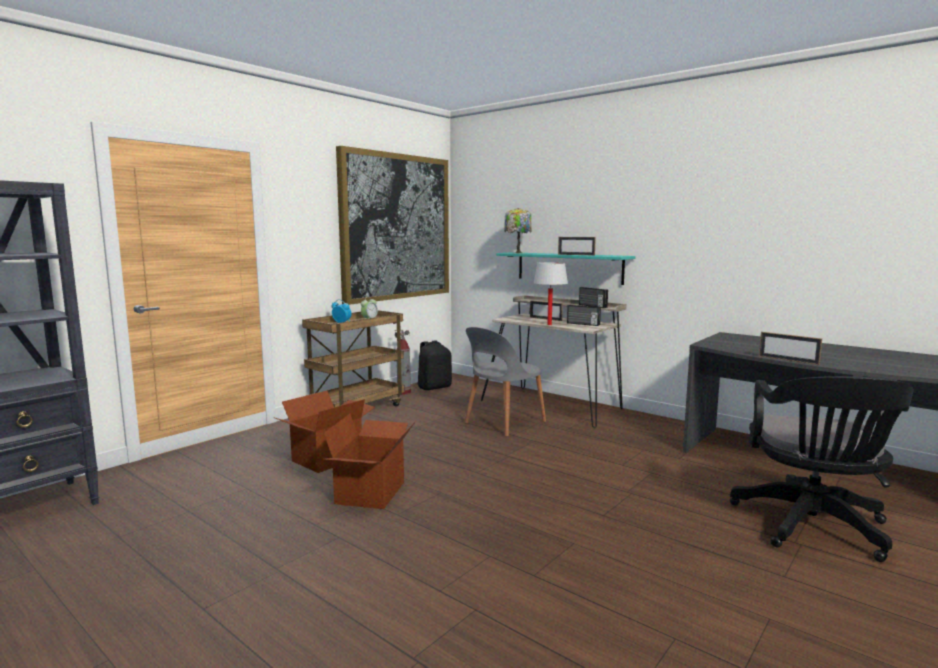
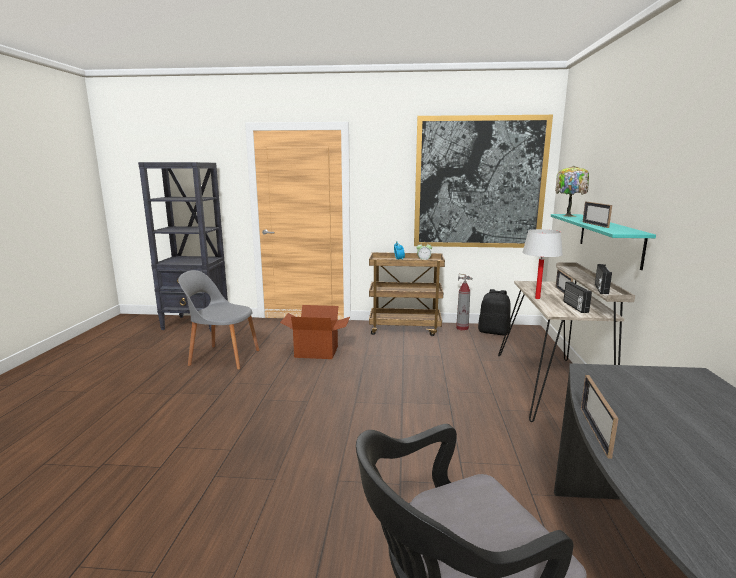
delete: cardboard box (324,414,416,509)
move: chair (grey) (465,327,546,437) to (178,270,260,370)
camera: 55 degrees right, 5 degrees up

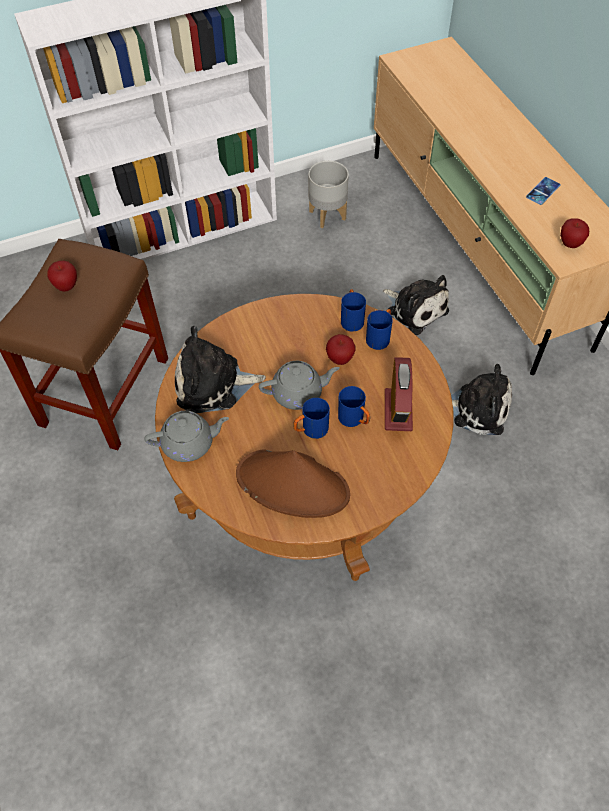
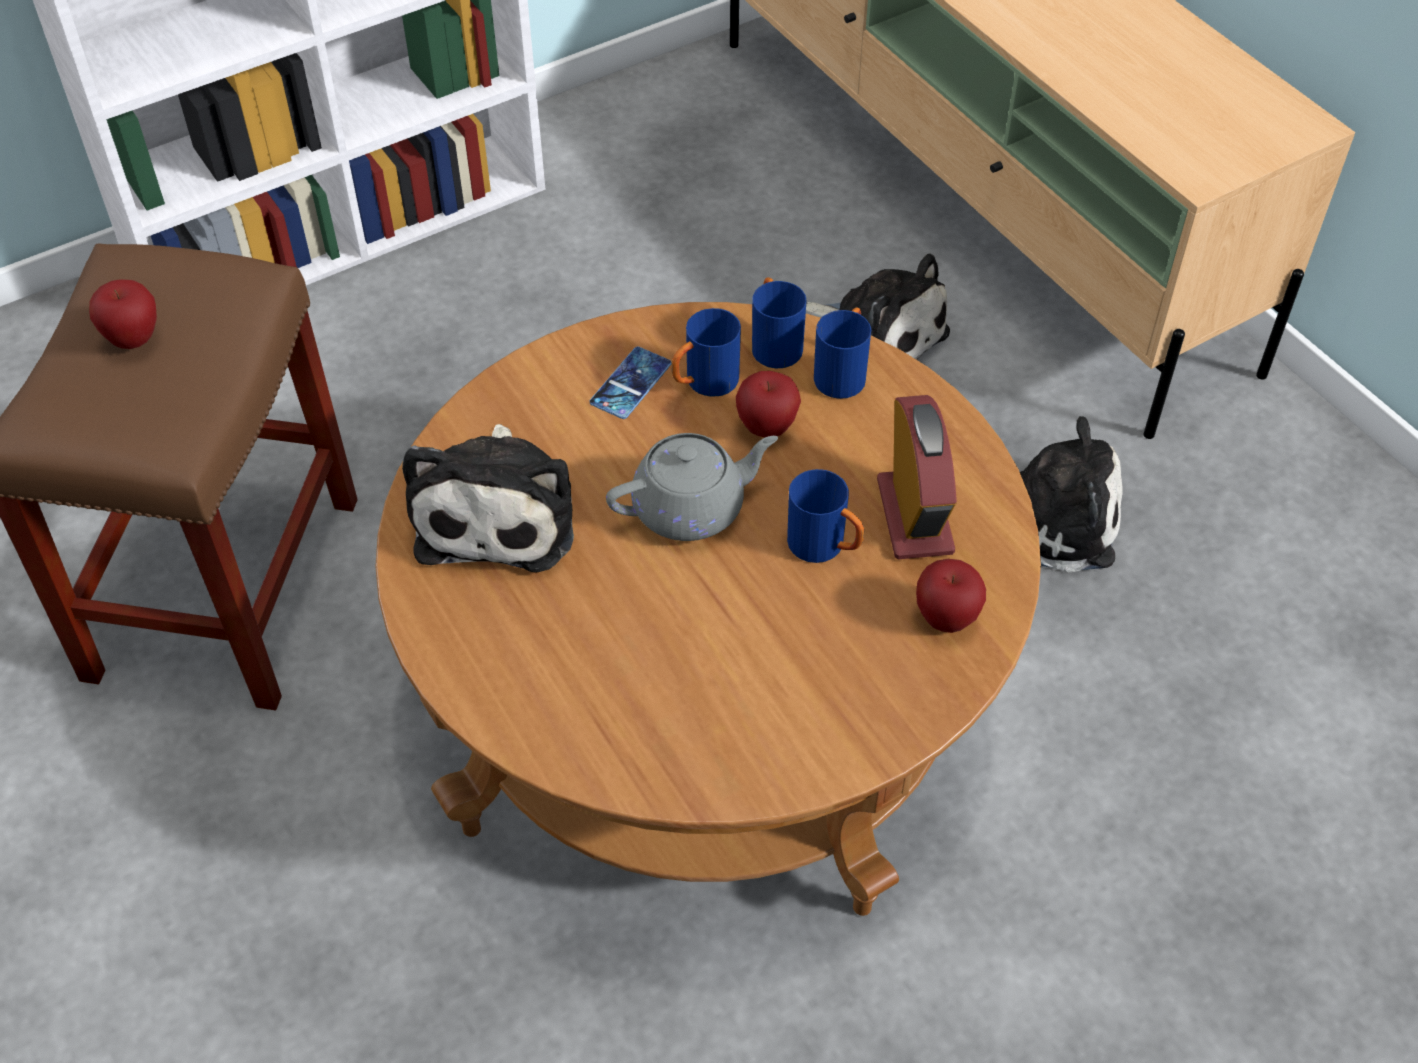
delete: teapot (grey) (144,411,229,462); hat (brown) (236,449,350,518); planter (grey) (309,161,349,228)
move: mug (blue) (293,398,330,439) to (672,308,741,396); phone (526,177,561,205) to (590,347,671,419); apple (560,218,589,248) to (916,559,986,633)
rotate: plush toy (175,326,266,413) = (402,424,574,573) 75 degrees counterclockwise
camera: 10 degrees left, 5 degrees down

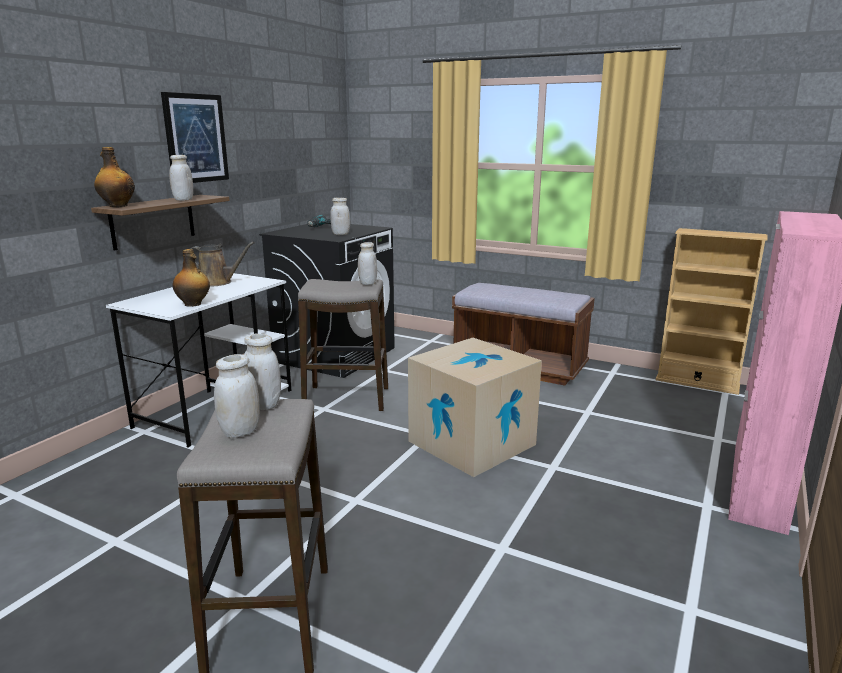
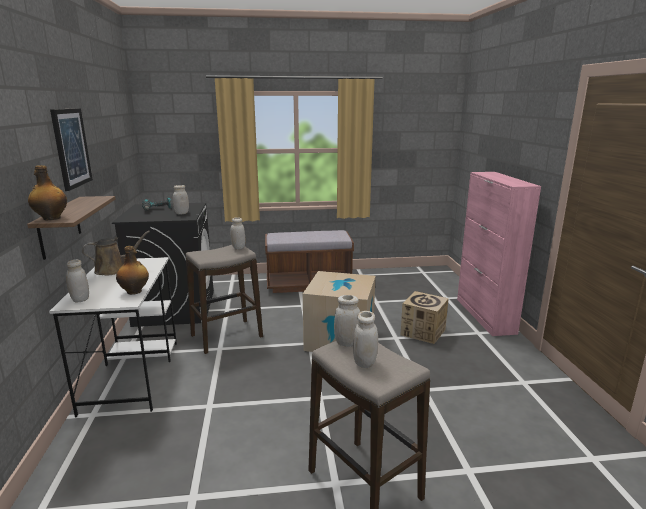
delete: bookcase (beige) (656,228,767,395)
insert: cardboard box (401,291,449,344)
move: jar (white) (169,155,193,201) to (66,260,89,302)
camera: 35 degrees left, 0 degrees up

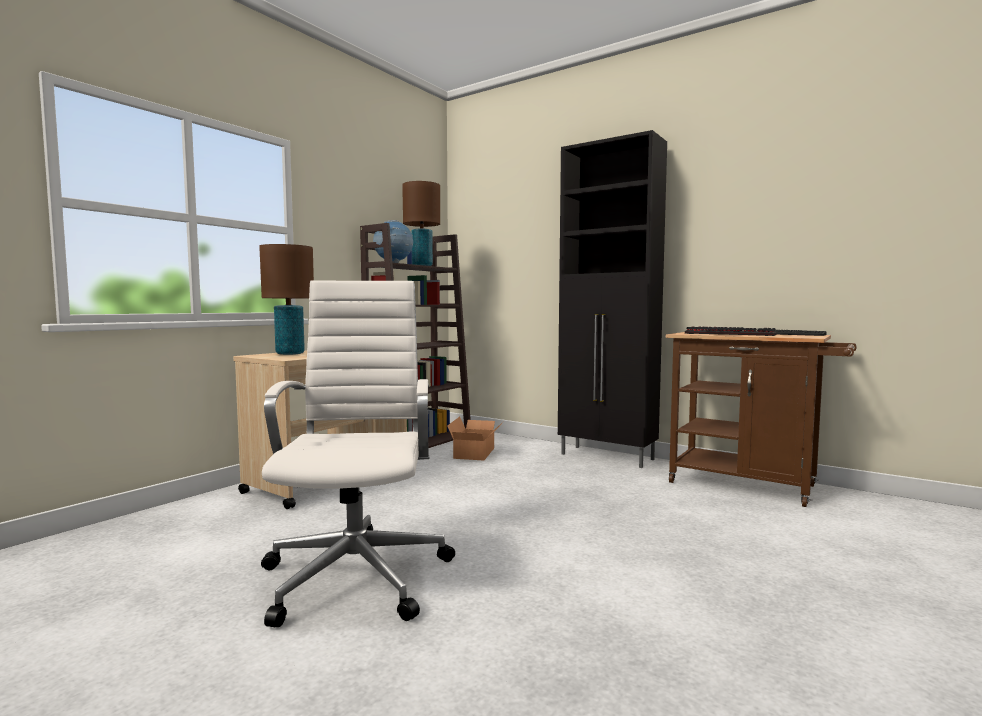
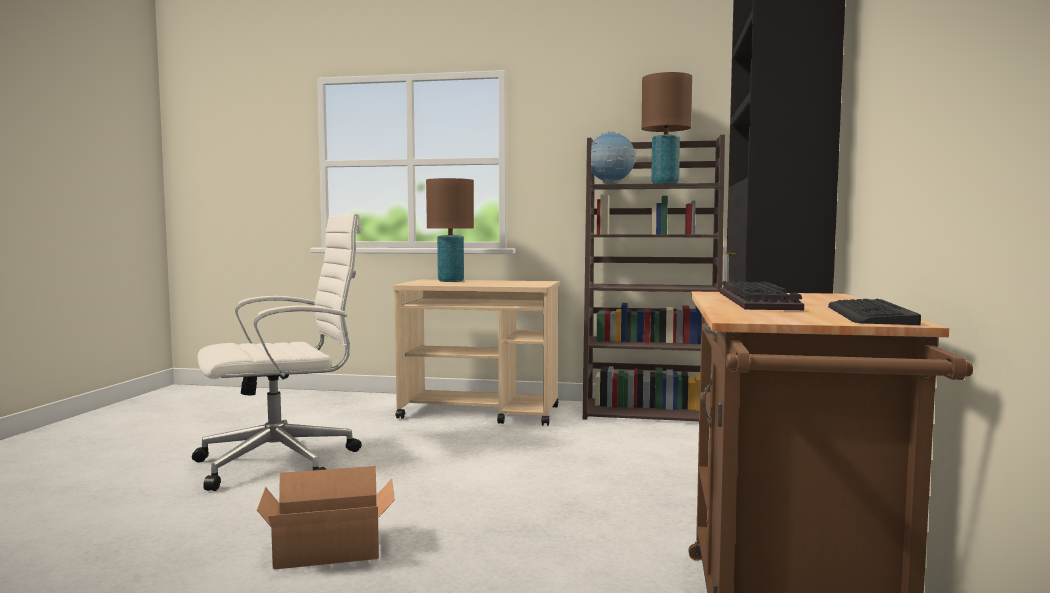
move: cardboard box (447,417,504,461) to (257,466,395,570)
camera: 65 degrees right, 0 degrees up

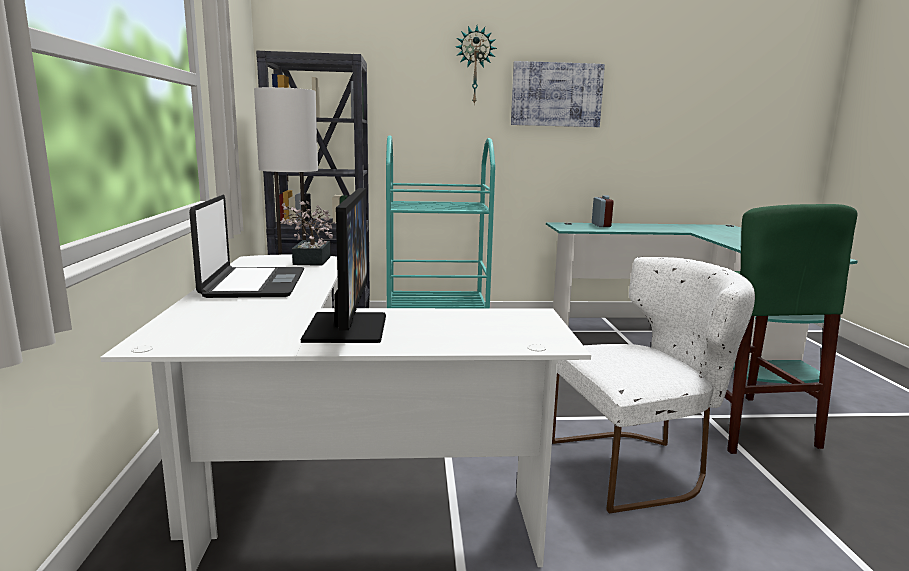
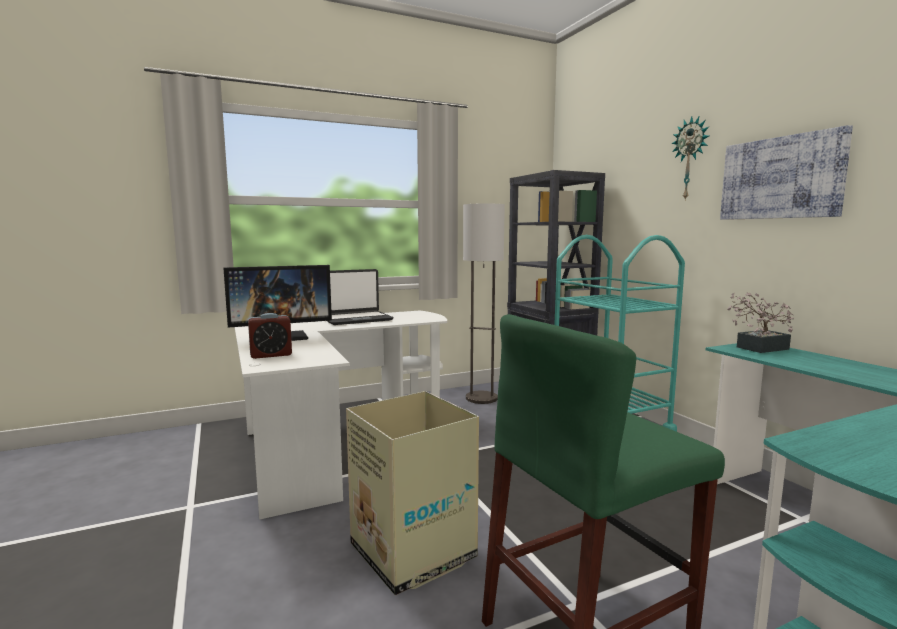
move: potted plant (280,200,336,266) to (727,292,794,353); alarm clock (592,195,614,227) to (248,313,292,359)
replace: chair (white) (552,257,755,513) to cardboard box (346,391,479,596)
camera: 70 degrees right, 5 degrees down

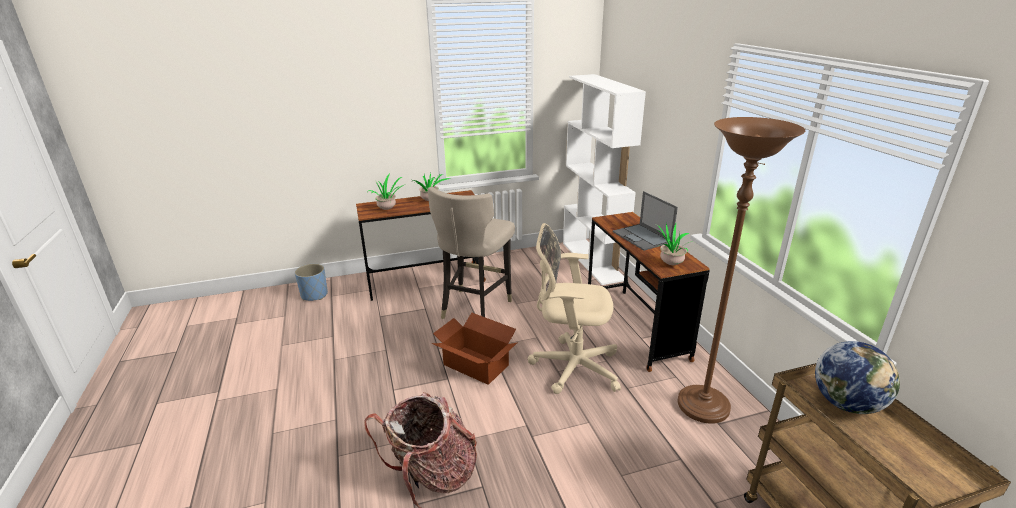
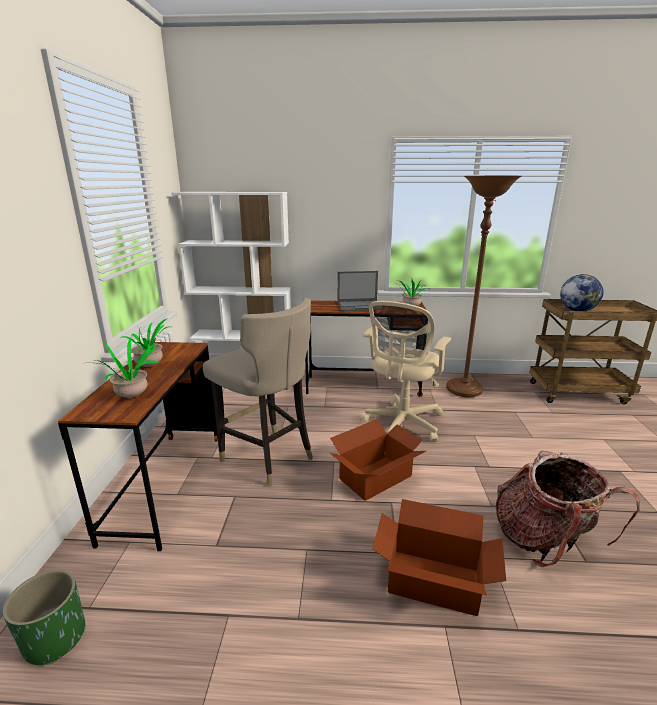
insert: cardboard box (373,499,506,616)
recolor: planter (blue) (295,264,328,301) to planter (green) (3,570,85,665)
camera: 70 degrees left, 5 degrees down

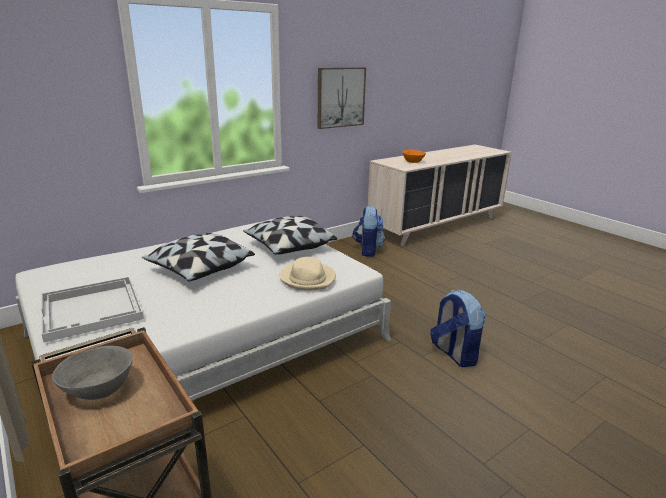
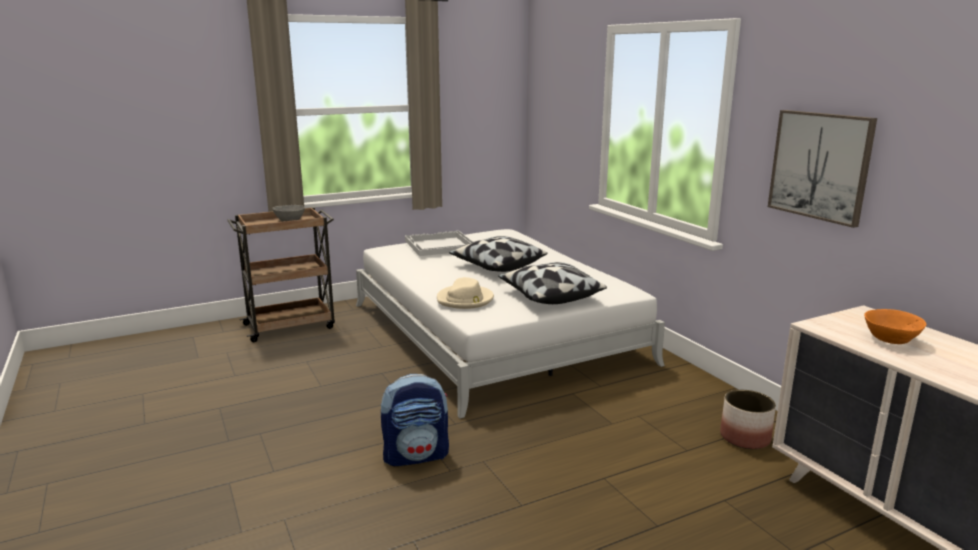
replace: backpack (352,206,385,257) to planter (720,390,776,449)
camera: 100 degrees right, 5 degrees down

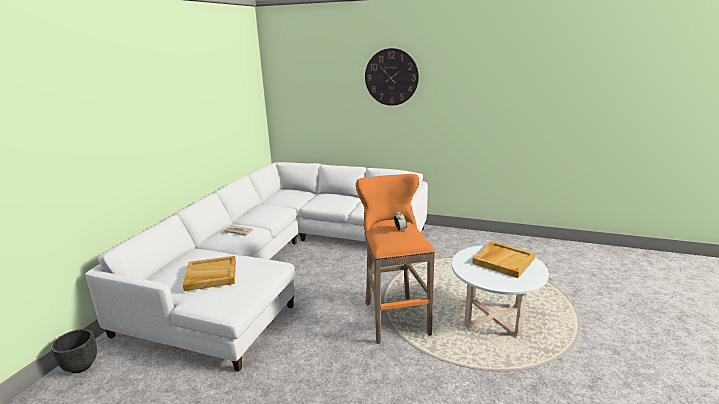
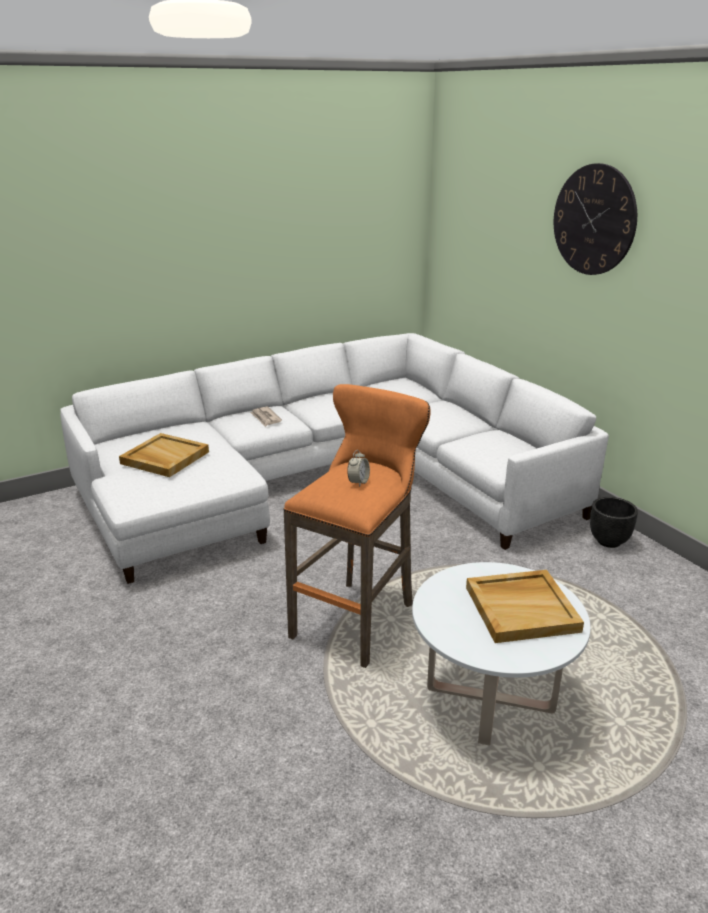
move: planter (black) (51,329,97,373) to (590,497,638,548)
camera: 40 degrees right, 5 degrees up

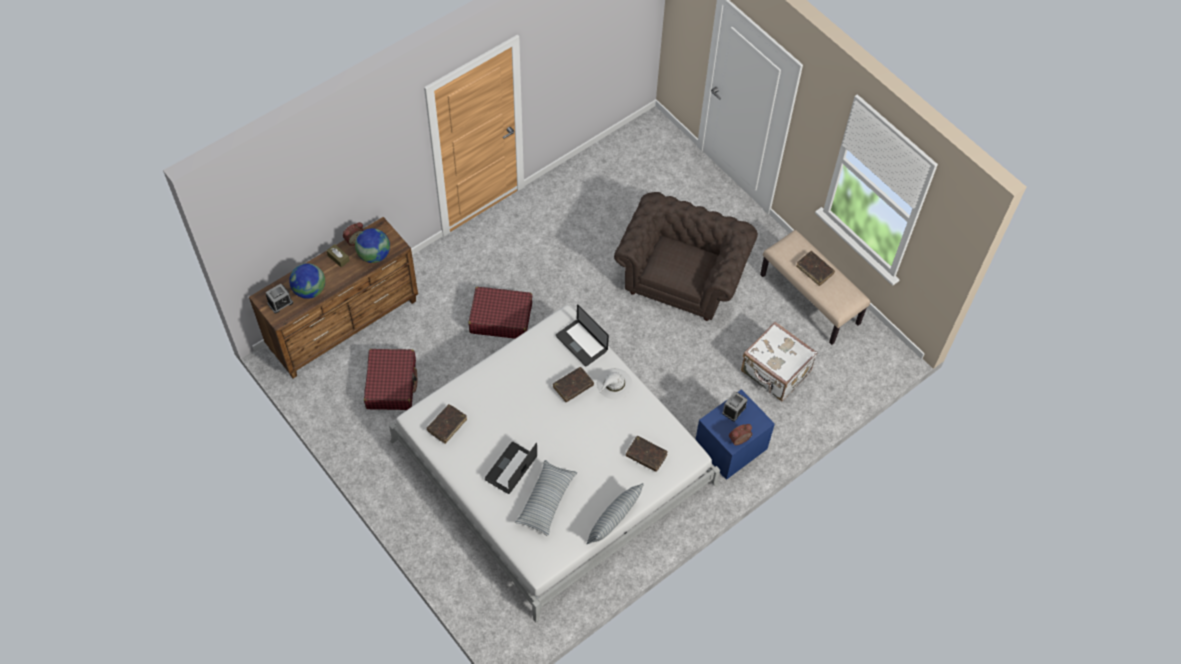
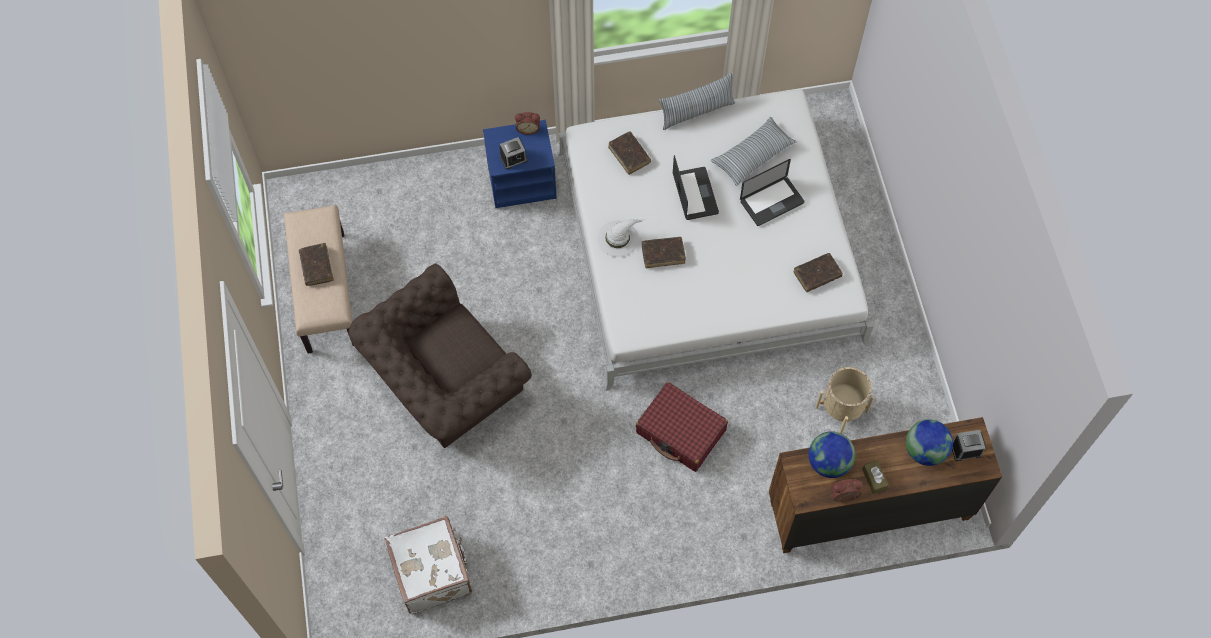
move: laptop (556,304,609,366) to (673,155,719,220); suitcase (white) (741,322,817,401) to (385,516,472,614)
replace: suitcase (red) (364,349,418,410) to planter (beige) (815,367,875,434)
camera: 150 degrees left, 5 degrees up

